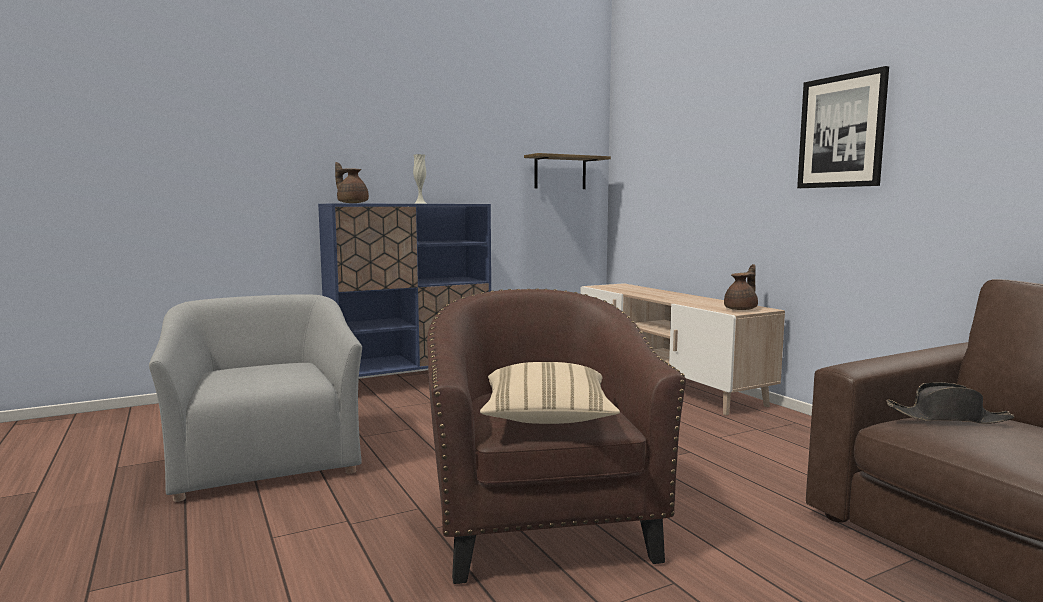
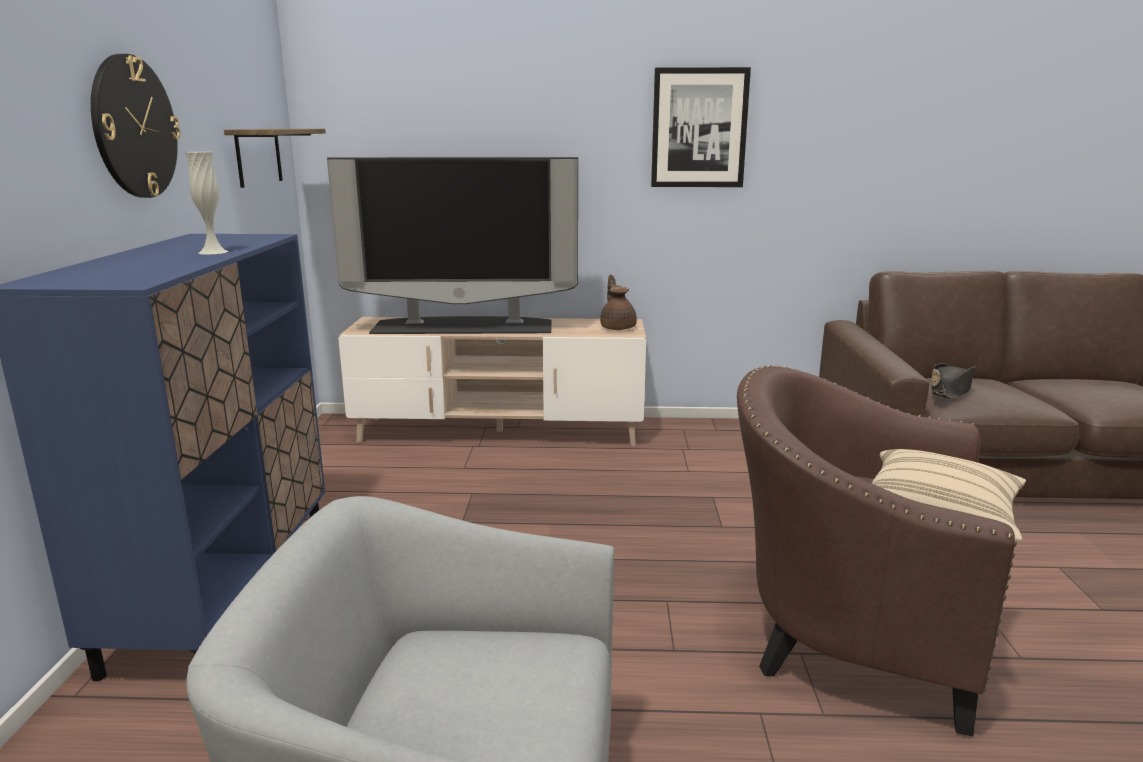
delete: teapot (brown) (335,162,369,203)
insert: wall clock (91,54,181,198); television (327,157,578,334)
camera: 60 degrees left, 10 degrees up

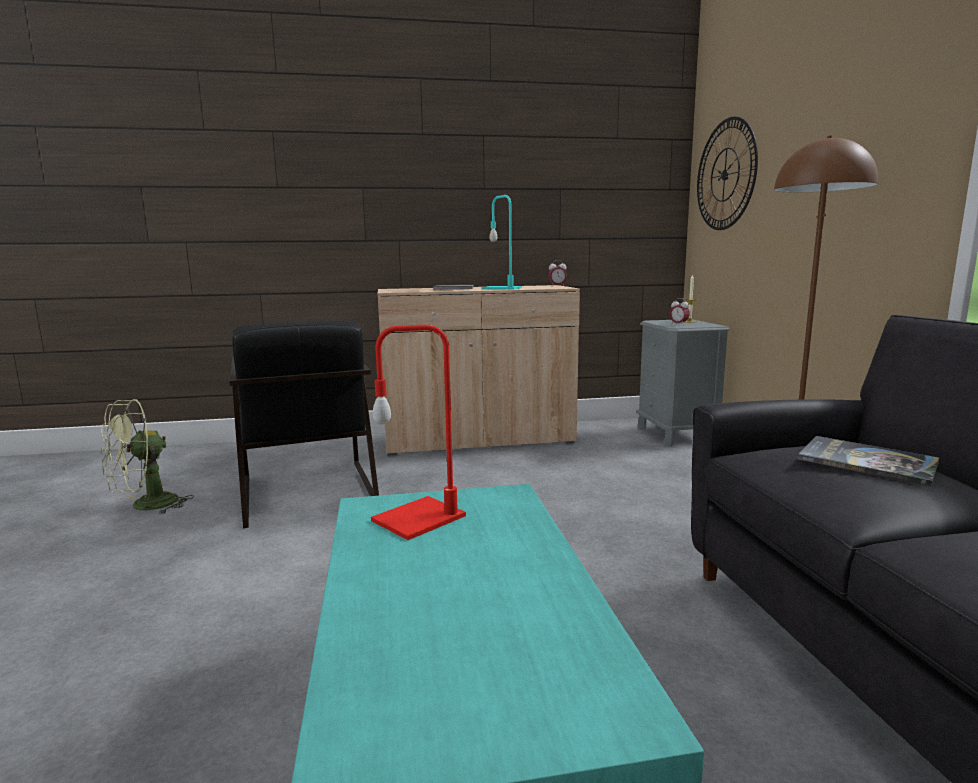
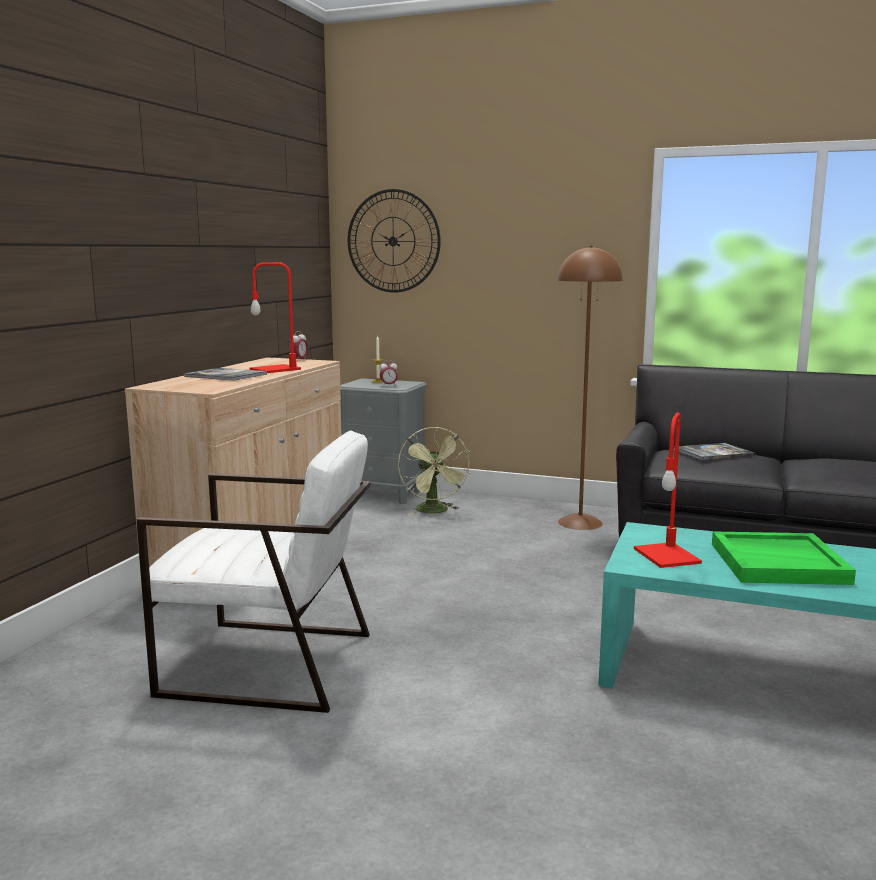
insert: tray (green) (712,531,856,585)
move: fan (green) (100,399,194,515) to (398,427,471,515)
recolor: armchair (black) (229,320,379,528) to armchair (white) (136,431,371,713); table lamp (turquoise) (482,195,522,290) to table lamp (red) (250,262,301,373)
camera: 60 degrees left, 0 degrees up

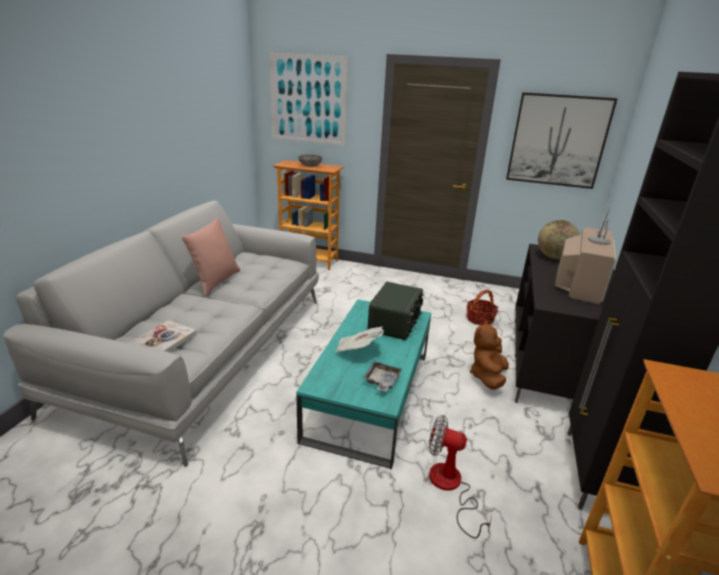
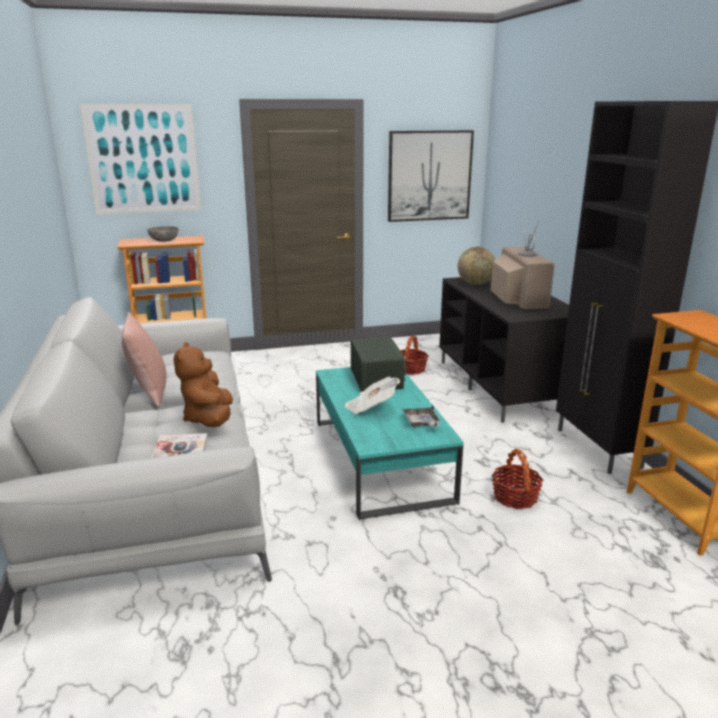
move: plush toy (brown) (470,320,509,390) to (173,342,233,427)
replace: fan (429,415,492,538) to basket (491,448,543,509)
camera: 30 degrees left, 5 degrees down

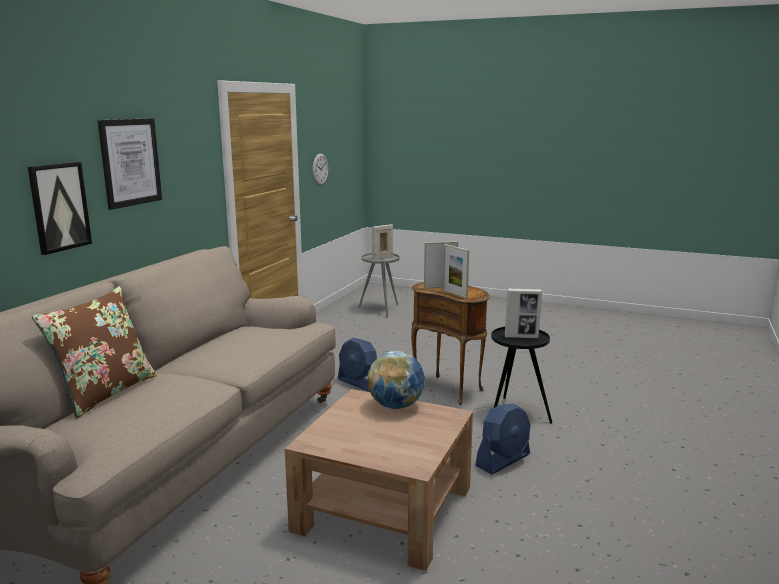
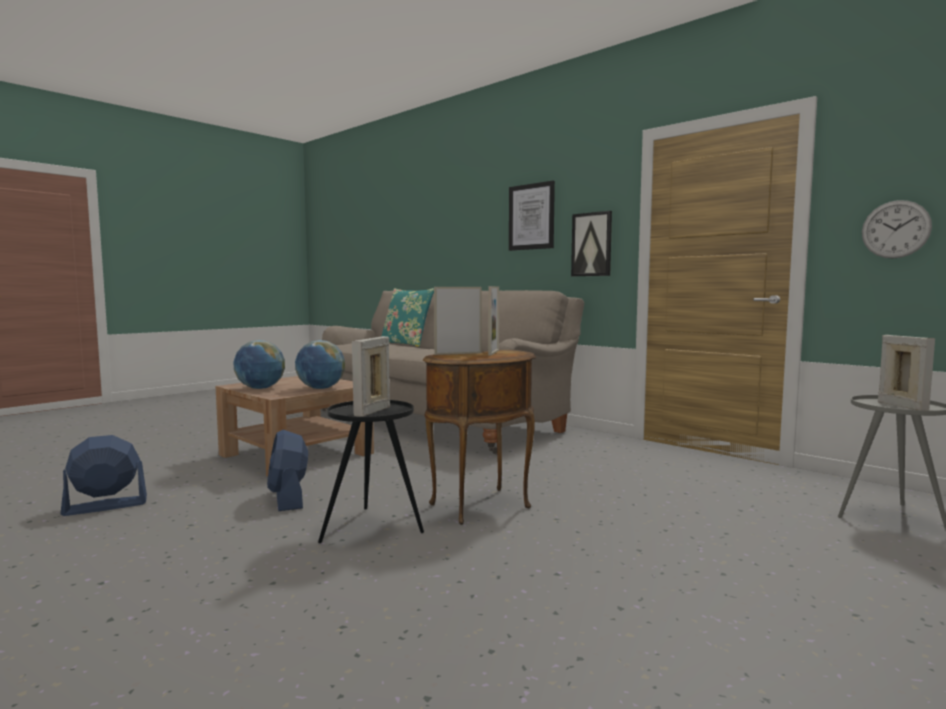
insert: globe (233,340,285,389)
move: picture (28,162,92,255) to (571,211,612,276); fan (blue) (338,338,377,392) to (60,435,147,516)
recolor: pillow (brown) (32,286,157,419) to pillow (turquoise) (382,288,434,347)
camera: 110 degrees right, 10 degrees down

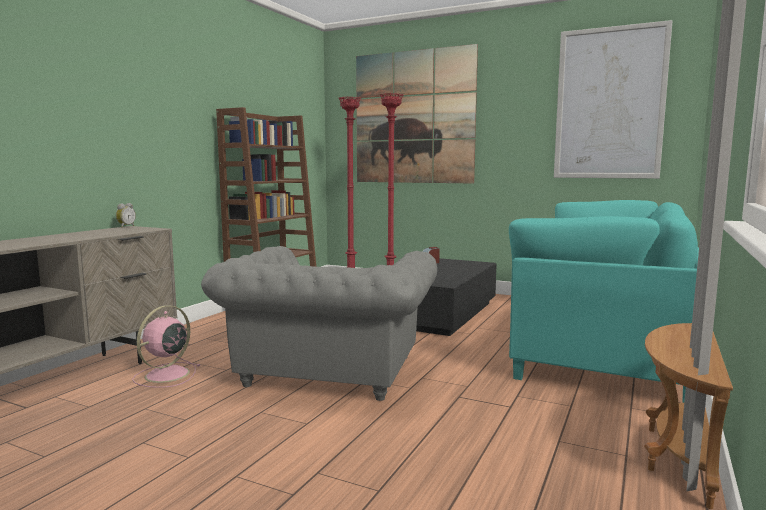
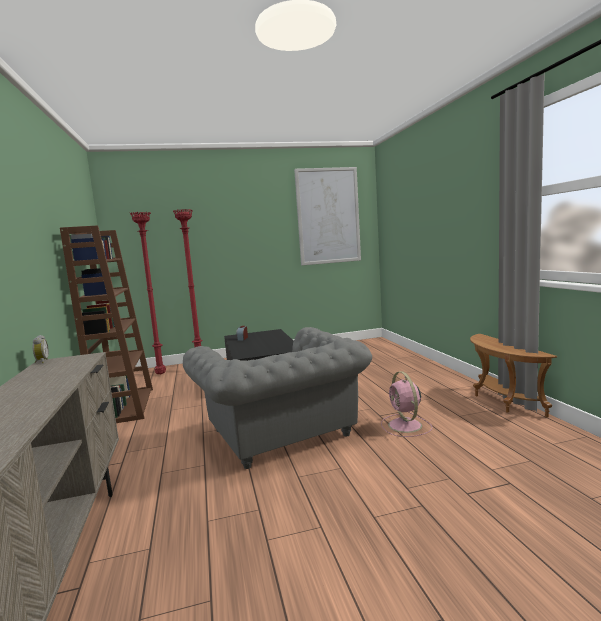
delete: picture (356,44,478,184); sofa (turquoise) (509,200,699,403)
move: fan (pink) (132,305,201,388) to (381,371,432,437)
camera: 40 degrees left, 0 degrees up

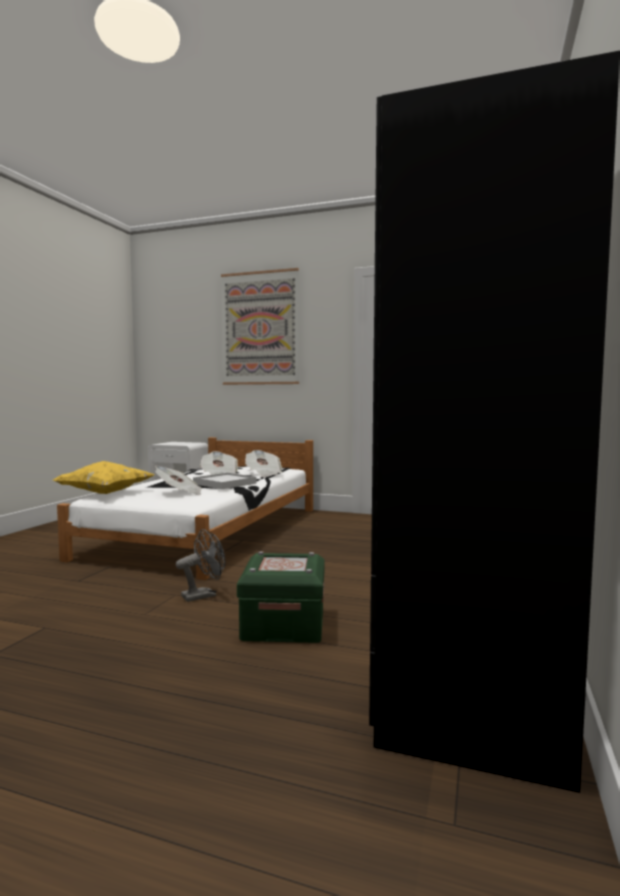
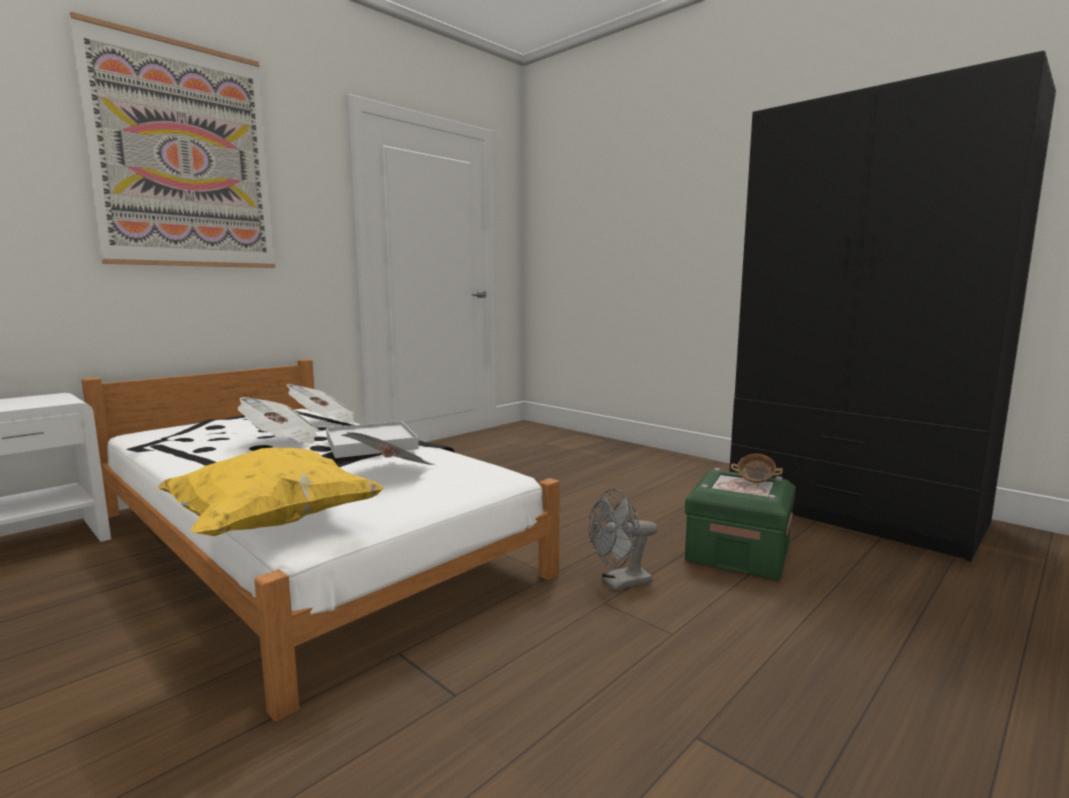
insert: bowl (731,454,783,483)
rotate: fan (grey) (176,529,225,602) = (589,489,658,591) 105 degrees counterclockwise
camera: 65 degrees left, 5 degrees up

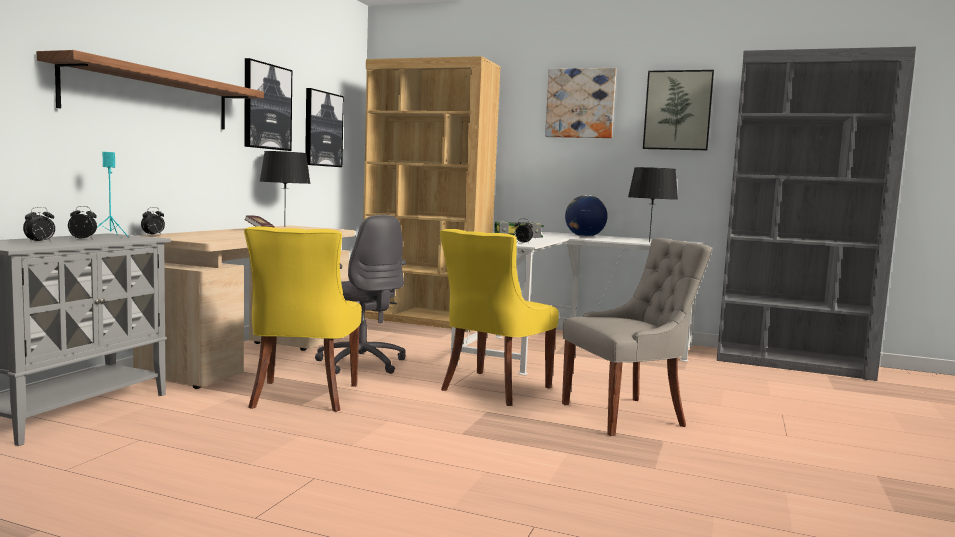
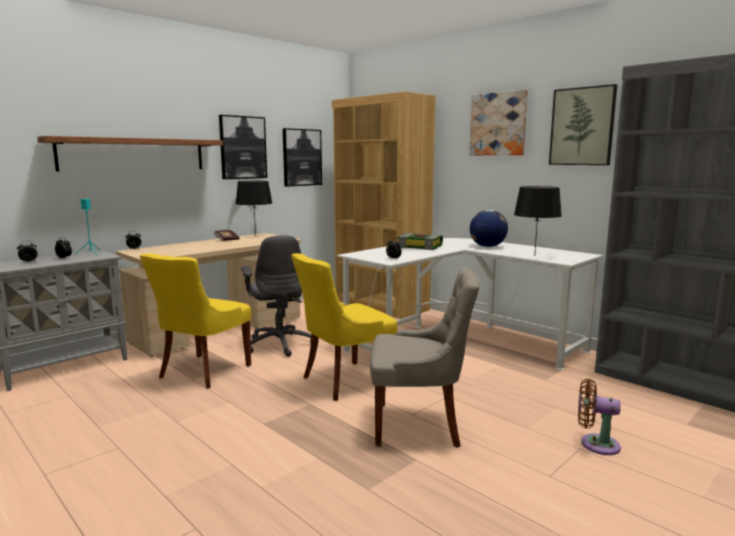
insert: fan (brown) (578,379,621,455)
camera: 25 degrees right, 5 degrees up

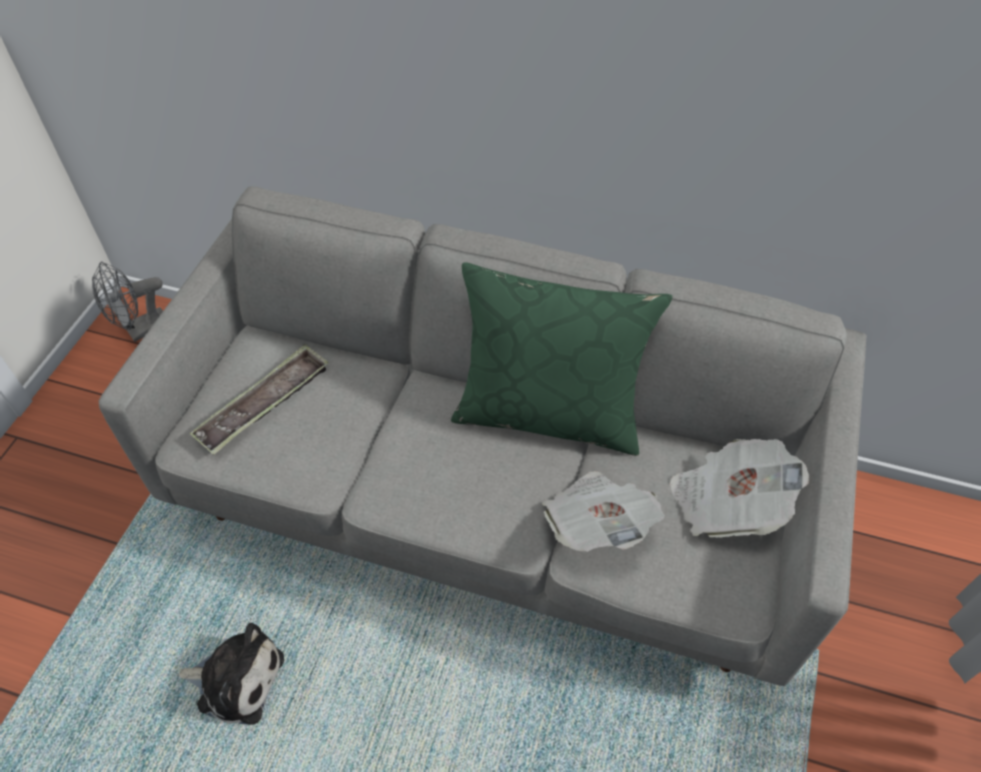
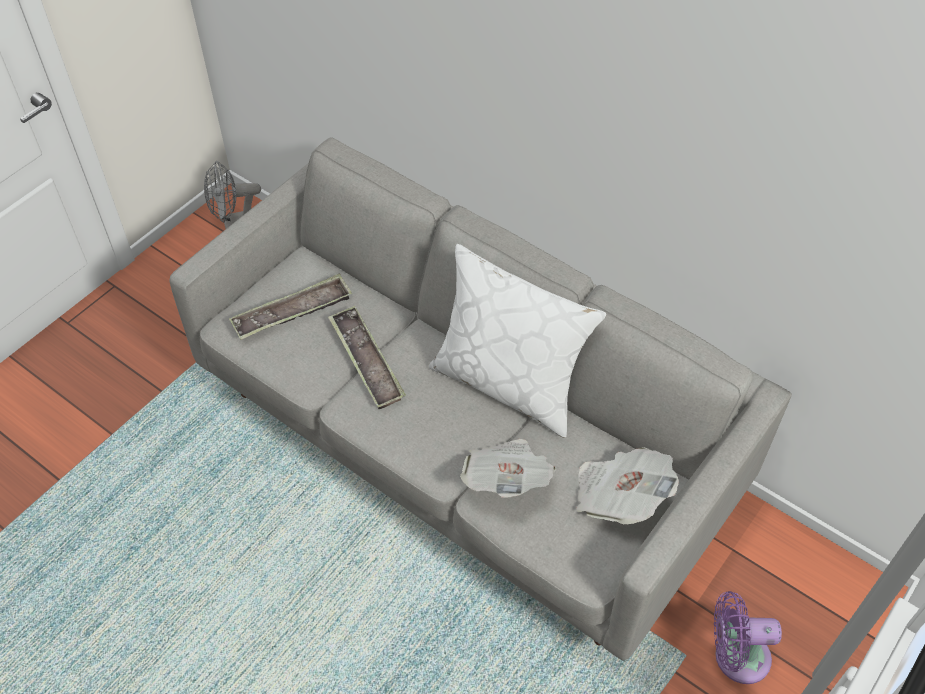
delete: plush toy (177,623,284,725)
insert: tray (328,306,406,409); fan (purple) (714,591,782,684)
recolor: pillow (green) (451,262,673,456) to pillow (white) (429,244,606,438)
camera: 20 degrees right, 0 degrees up

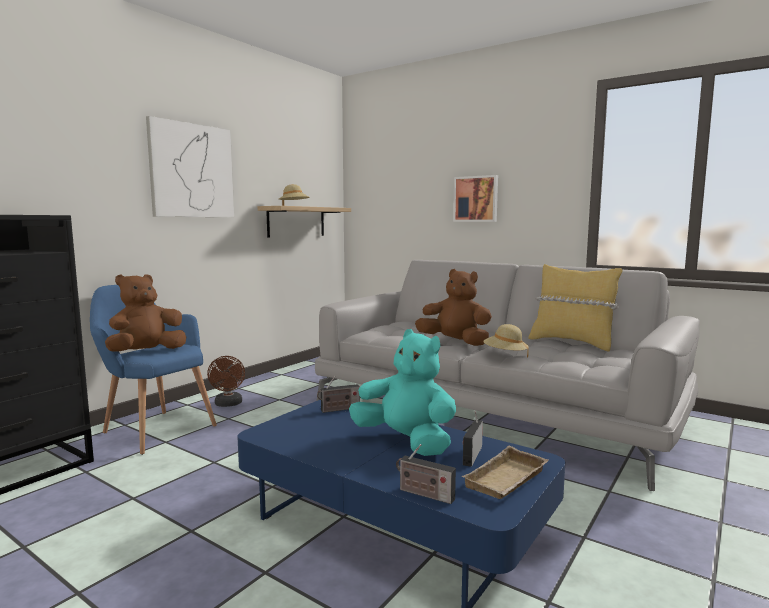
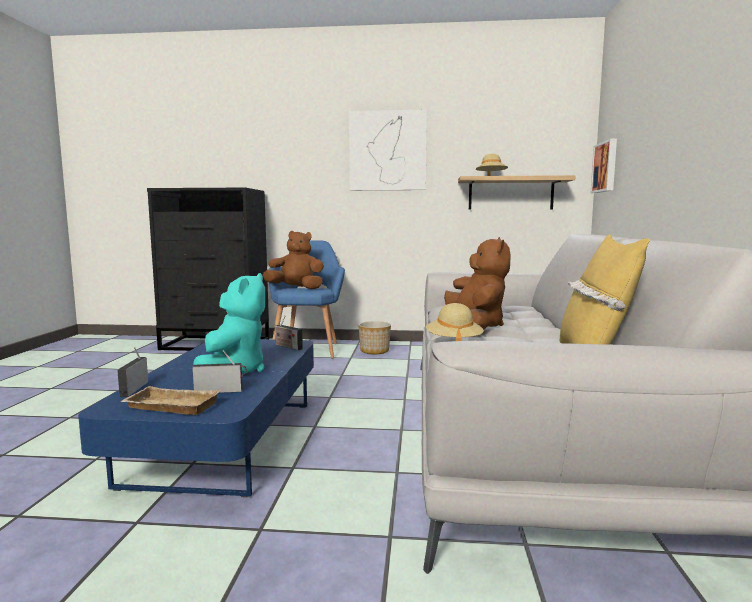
move: picture (453,175,498,222) to (591,139,617,193)
replace: fan (brown) (207,356,245,407) to planter (359,321,391,354)
camera: 60 degrees right, 0 degrees up

